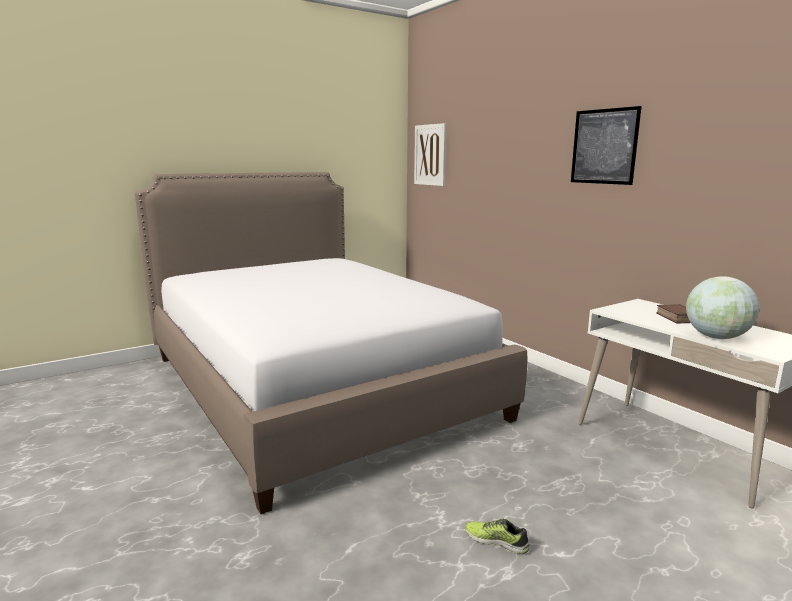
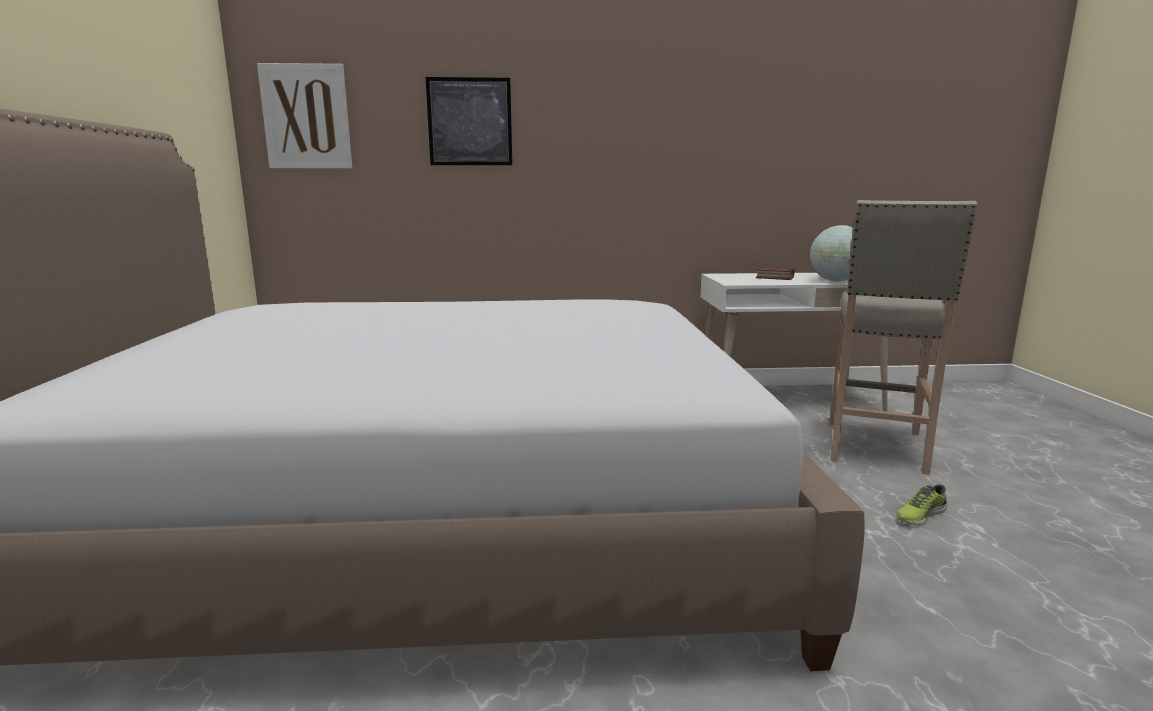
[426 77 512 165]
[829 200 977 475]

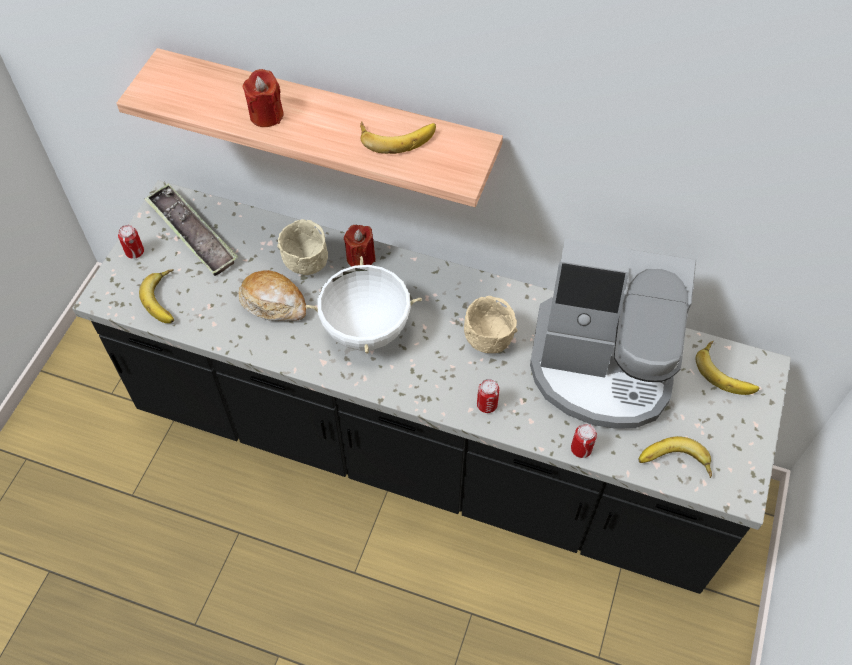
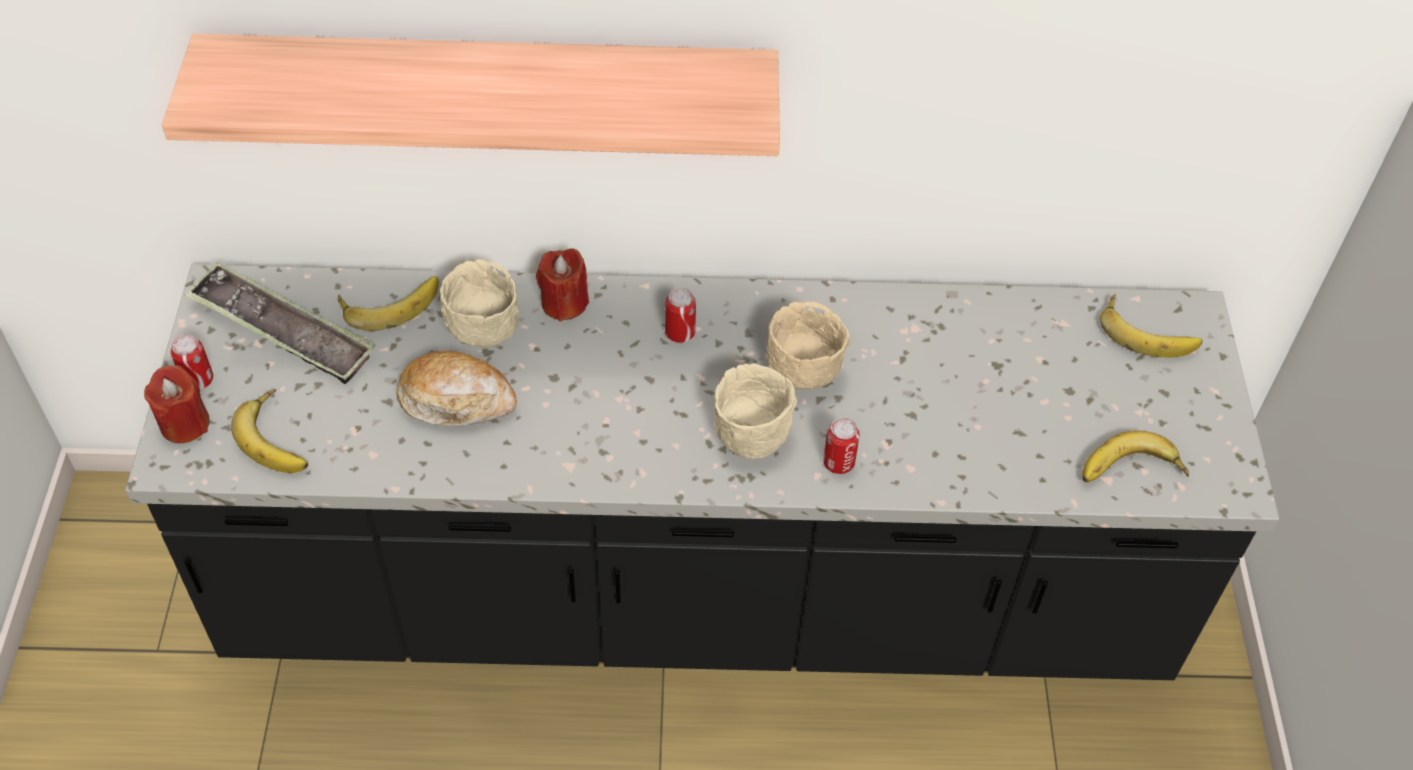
[144 365 210 443]
[338 276 439 331]
[530 239 696 429] (first image)
[305 256 422 354] (first image)
[665 288 696 343]
[715 363 797 459]

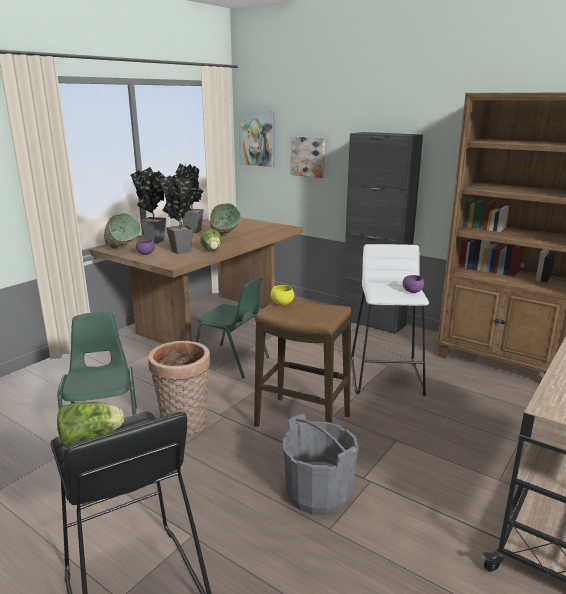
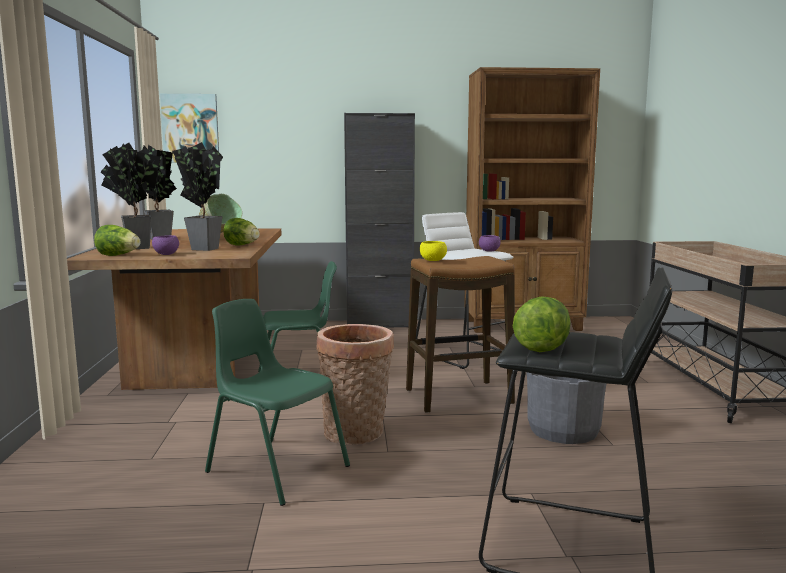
[291 136 325 178] (first image)
[94 225 141 256]

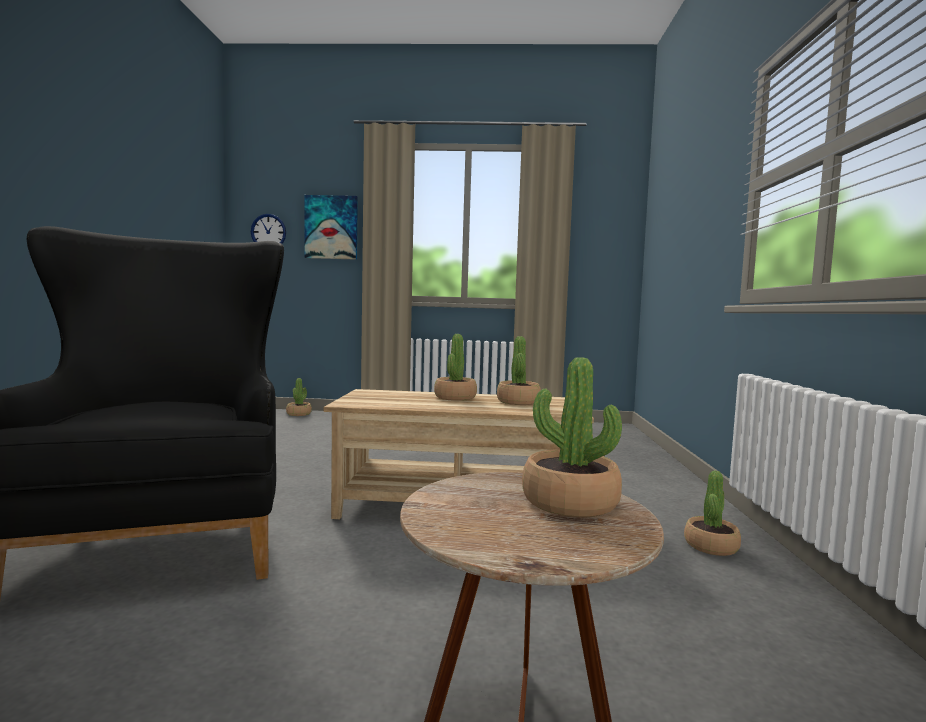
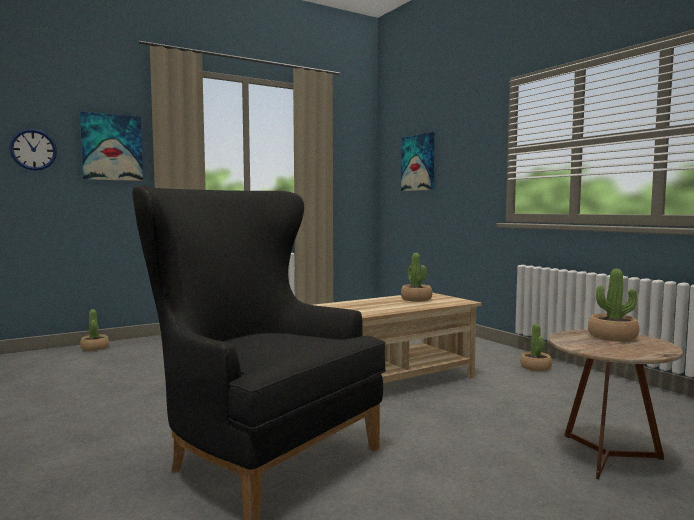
[434 334 477 401] (first image)
[401 132 435 191]

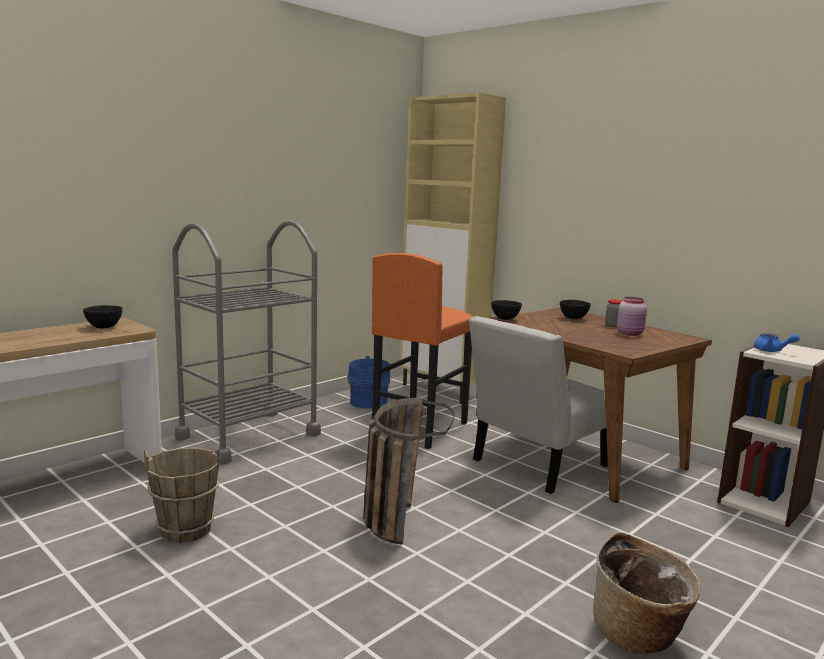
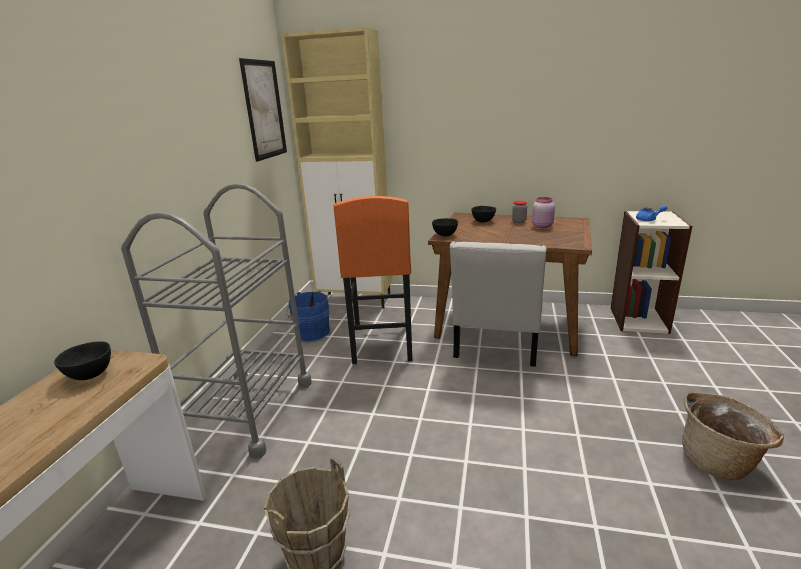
[363 398 454 545] (first image)
[239 58 287 161]

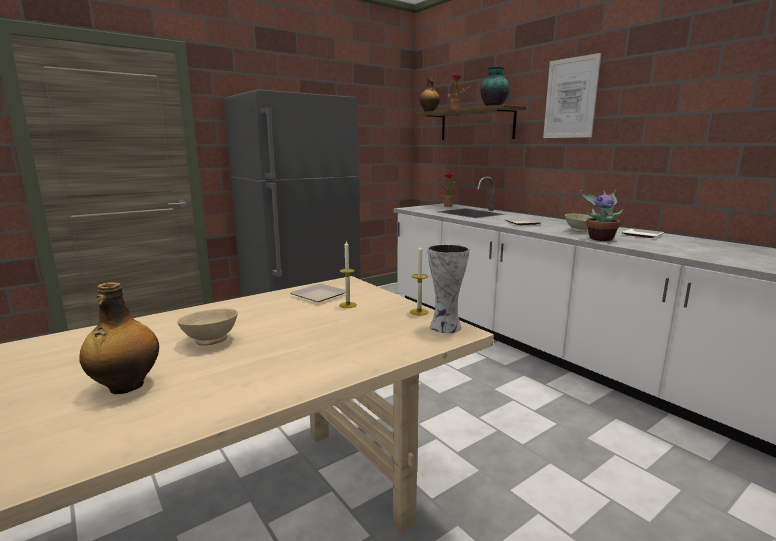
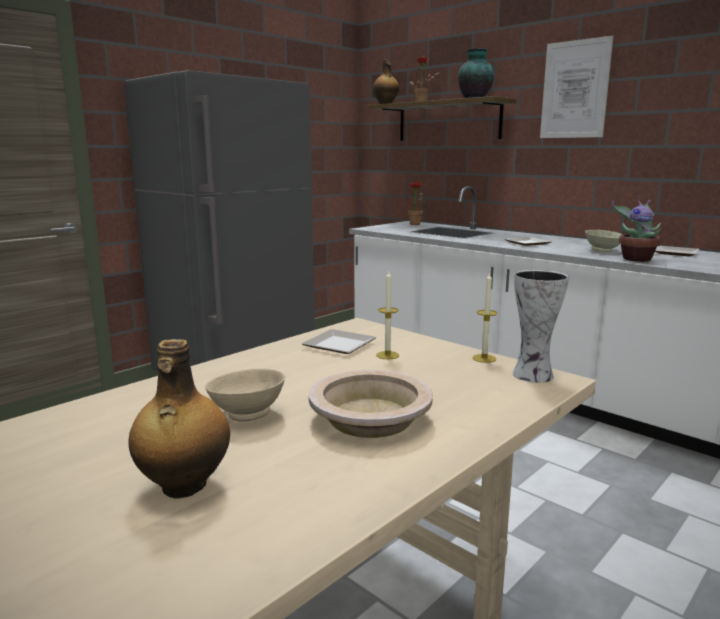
[309 370 433 438]

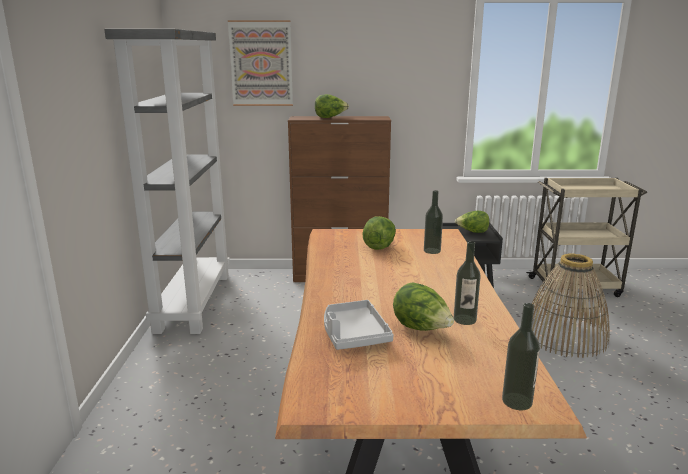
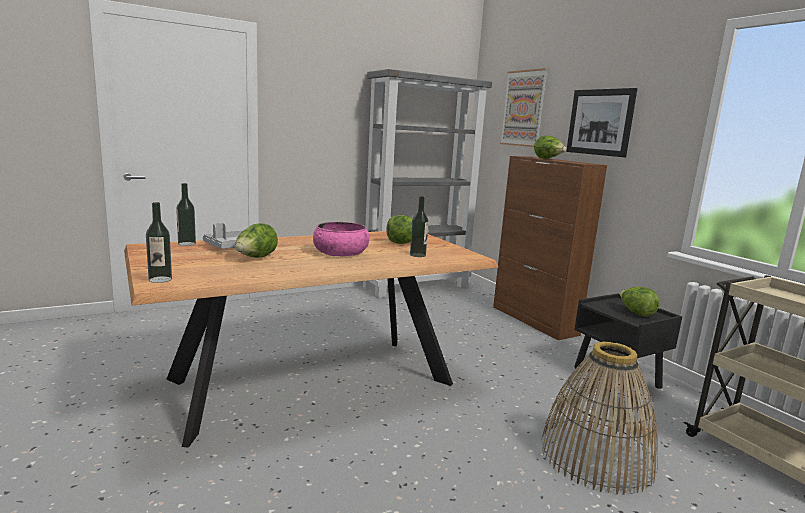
[176 183 196 246]
[566 88 637 157]
[313 222 369 257]

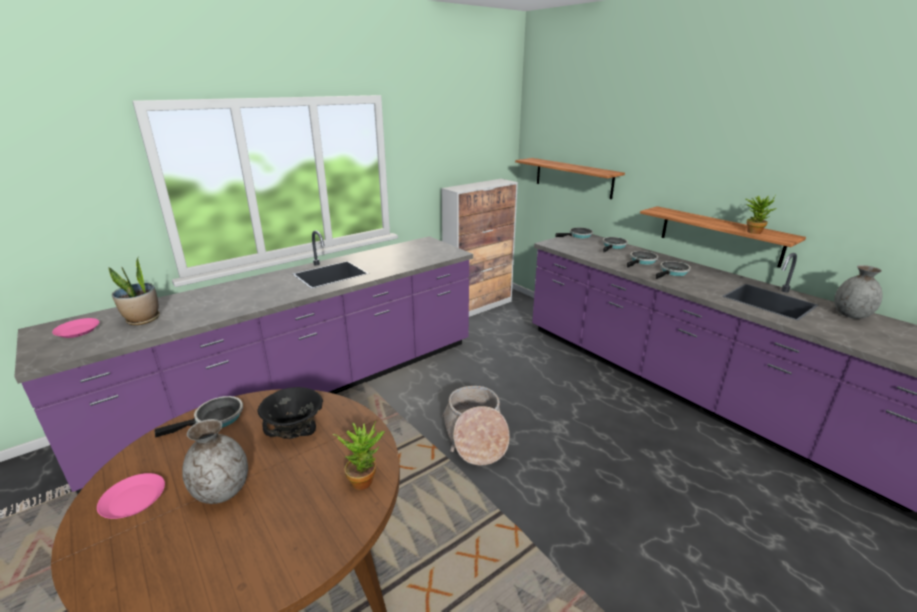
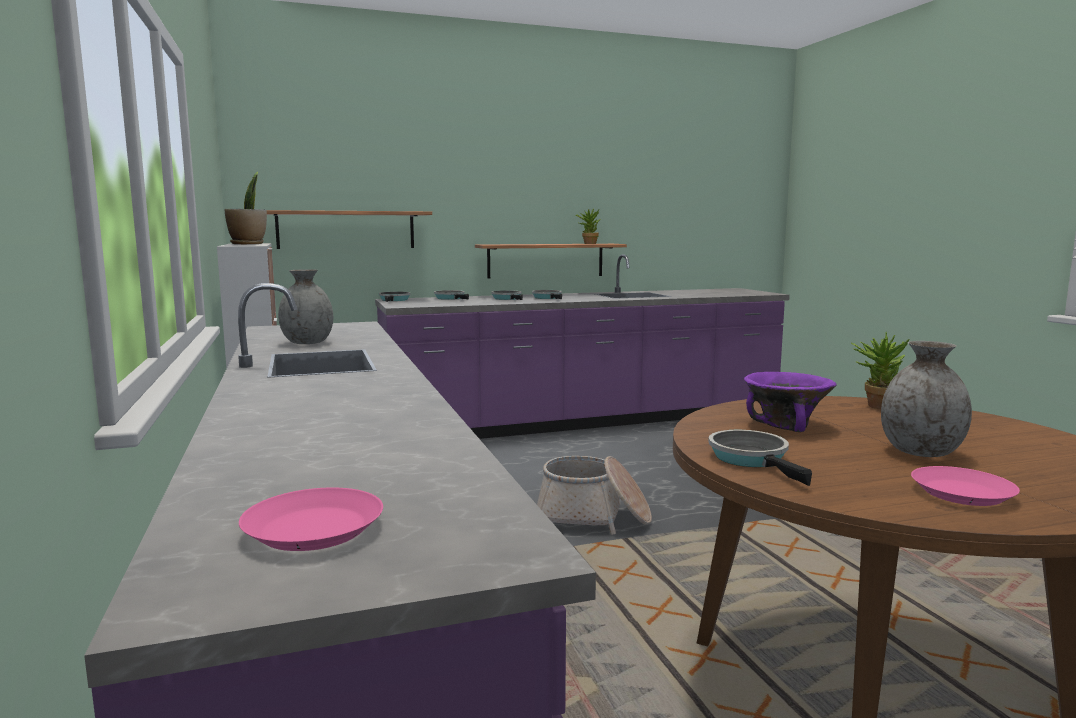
[224 172 267 244]
[278 269 333 344]
[744 372 837 432]

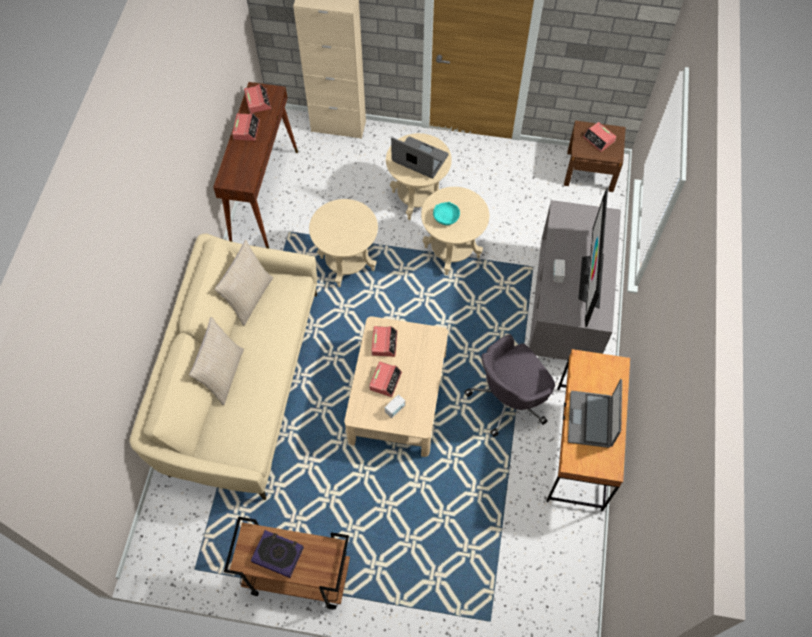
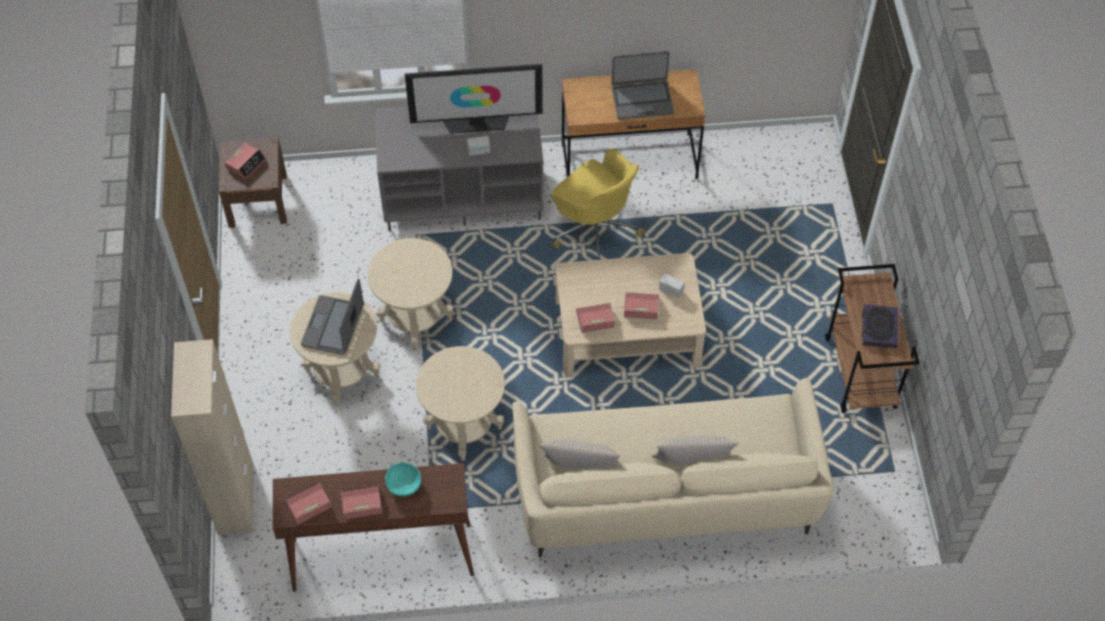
[385 462 421 496]
[551 148 645 260]

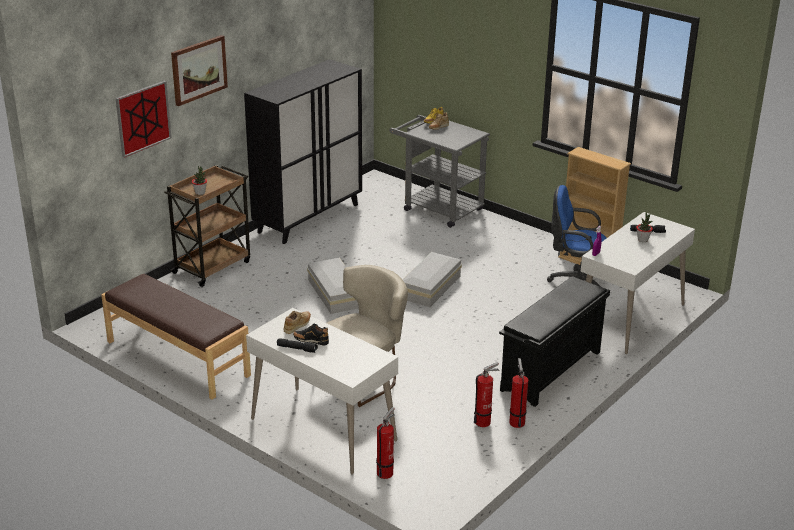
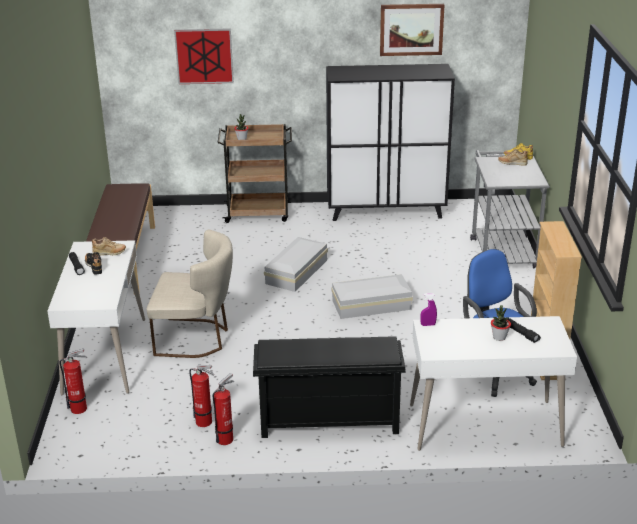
[380 4 445 56]

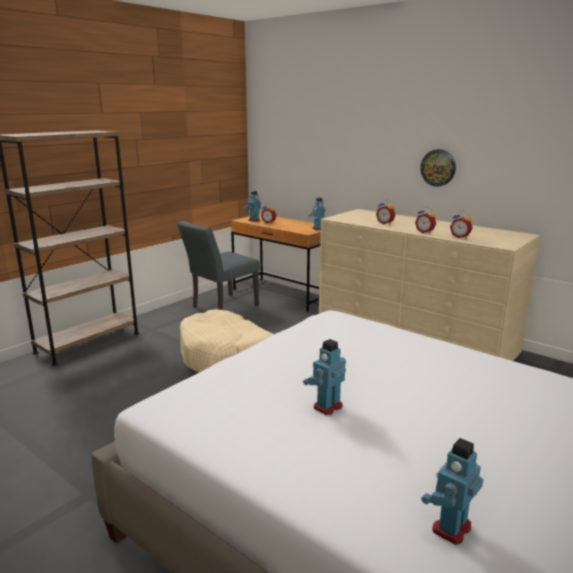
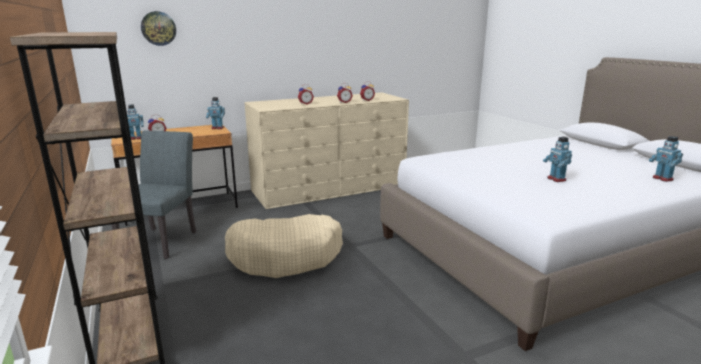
[141 11 176 46]
[111 130 196 259]

